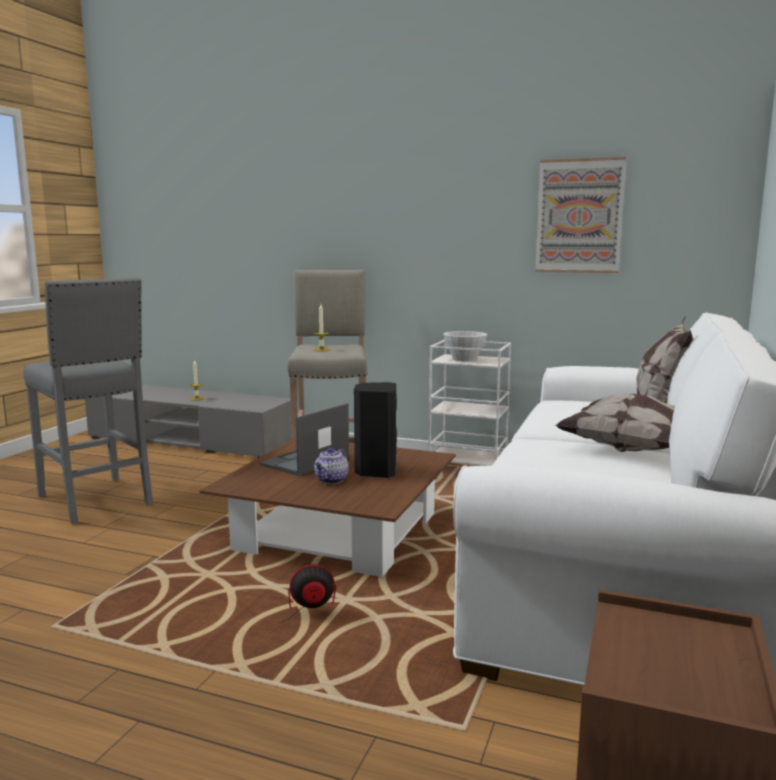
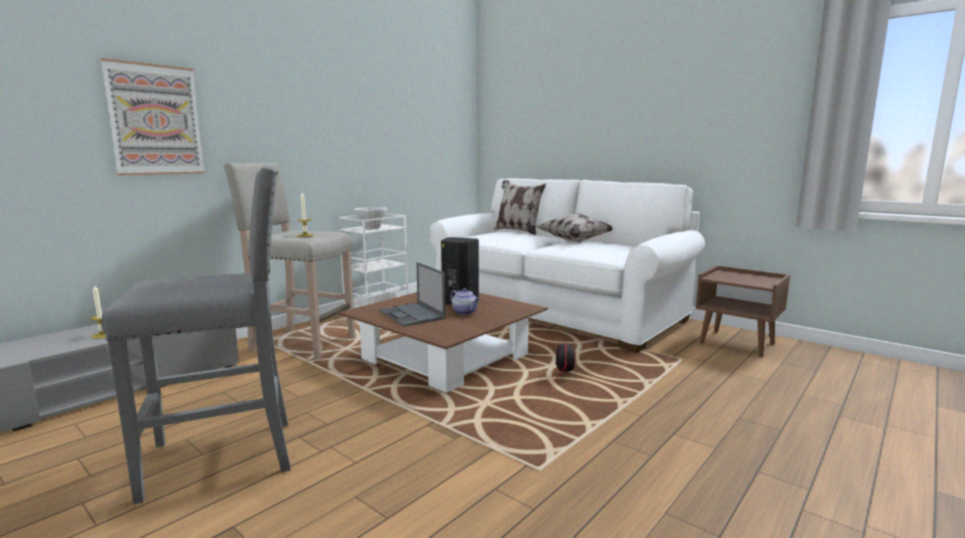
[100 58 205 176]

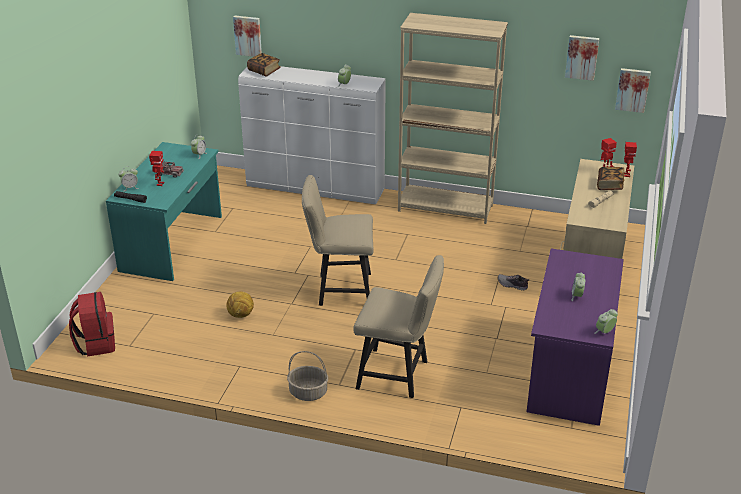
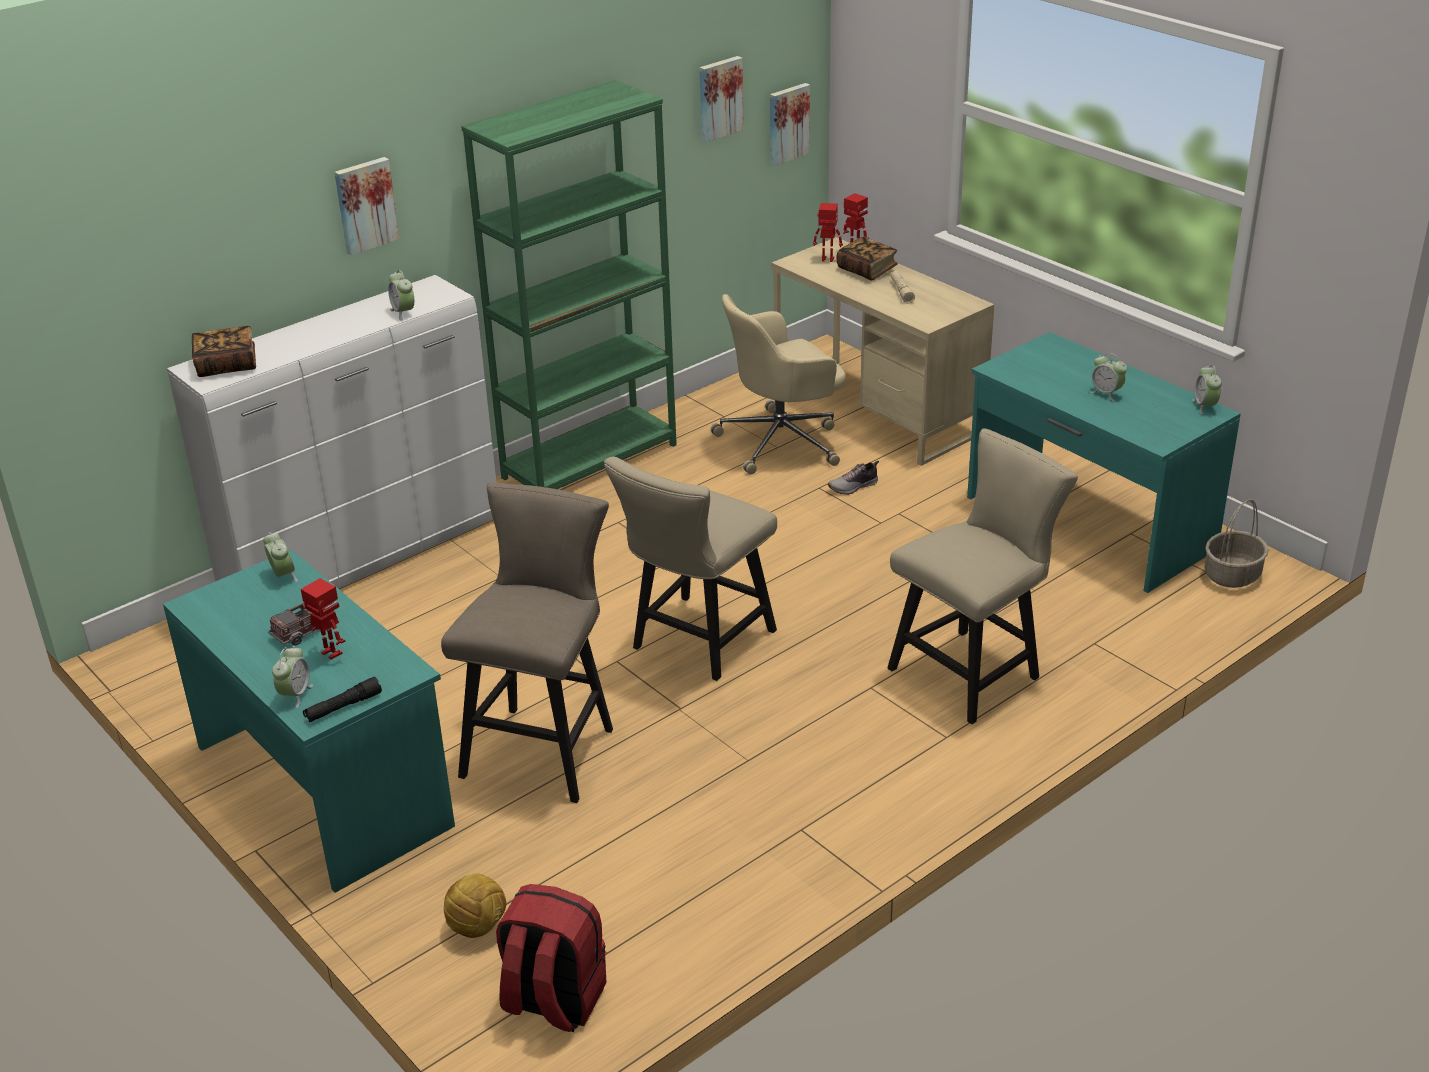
[461 80 677 489]
[334 157 400 255]
[967 332 1241 593]
[444 873 506 938]
[1205 499 1268 588]
[711 294 846 475]
[441 482 613 803]

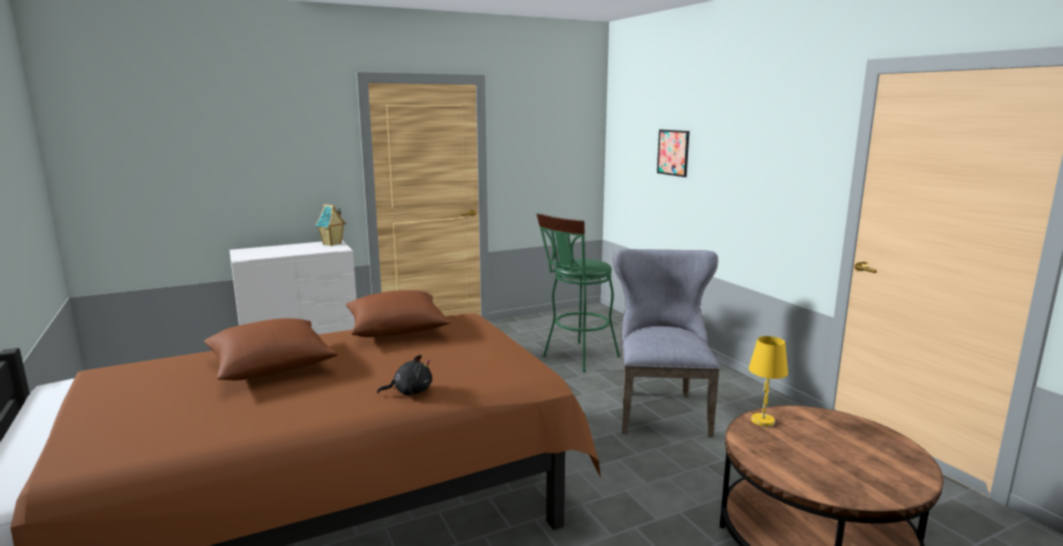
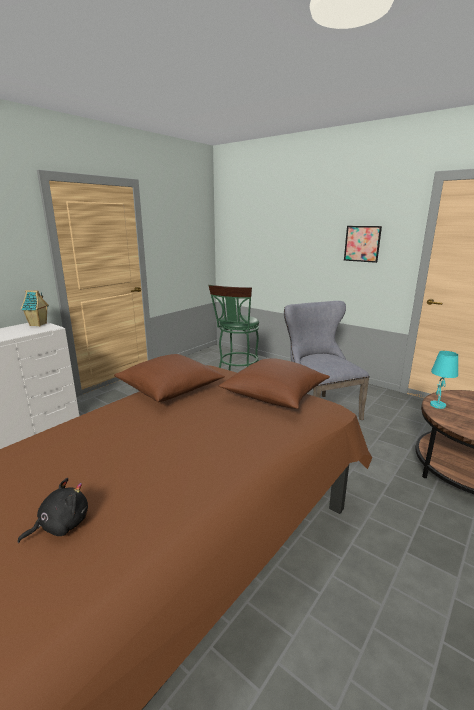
[344 226 382 263]
[219 358 330 409]
[430 351 458 409]
[17 478 88 543]

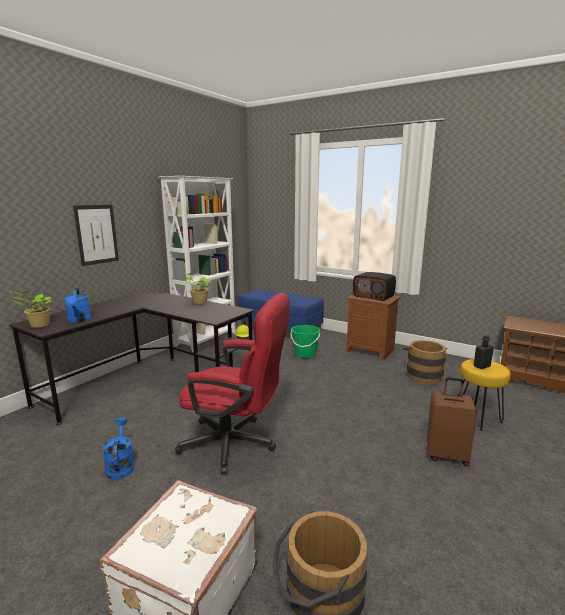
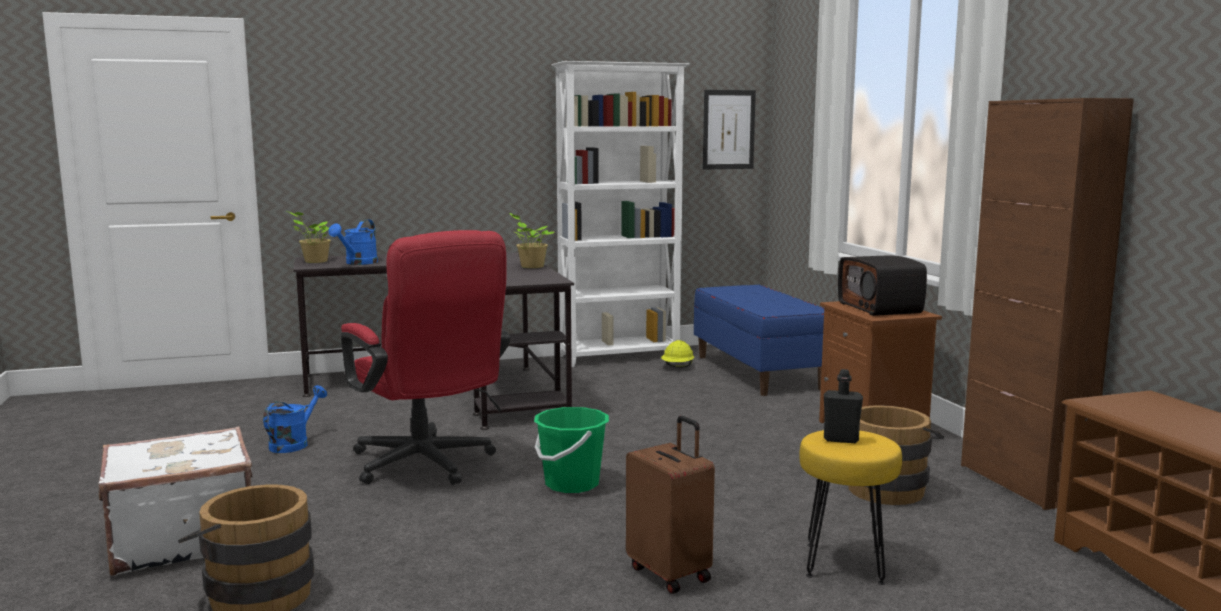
[703 90 756 170]
[534 407 609 493]
[961 98 1134 510]

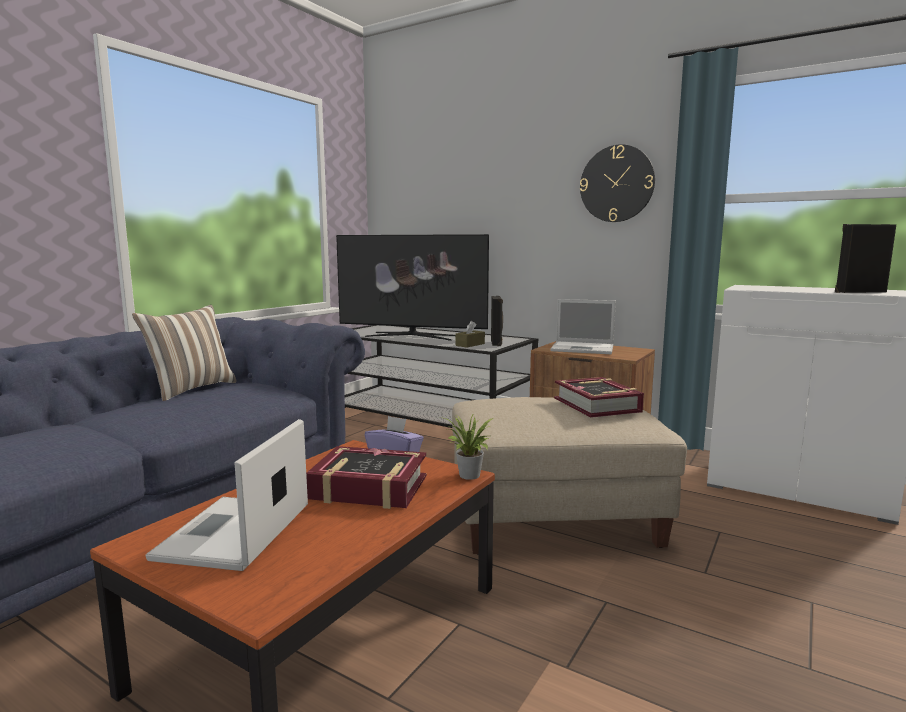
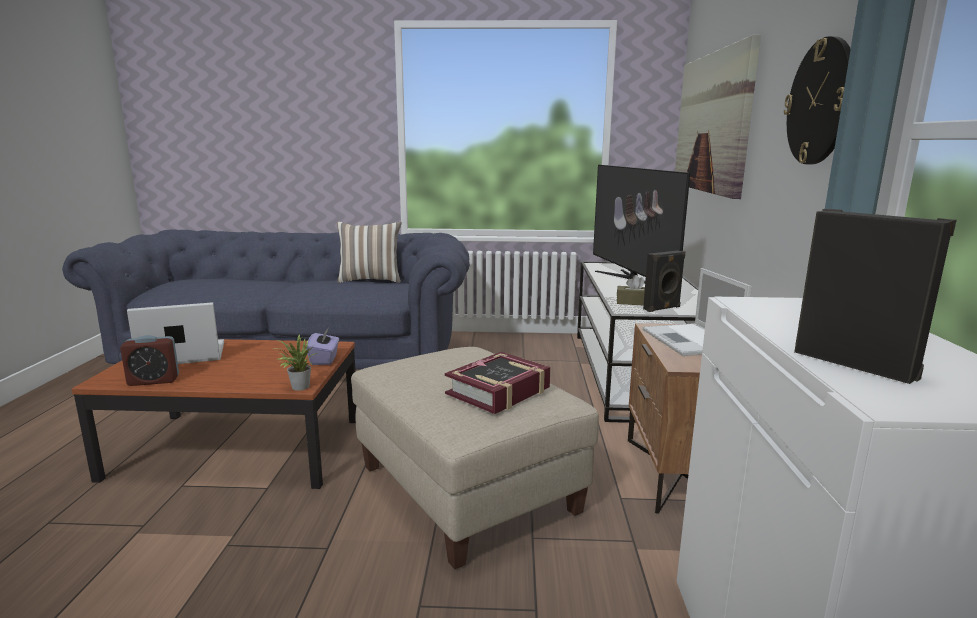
[306 446 427 509] (first image)
[675 35 761 199]
[120 335 179 386]

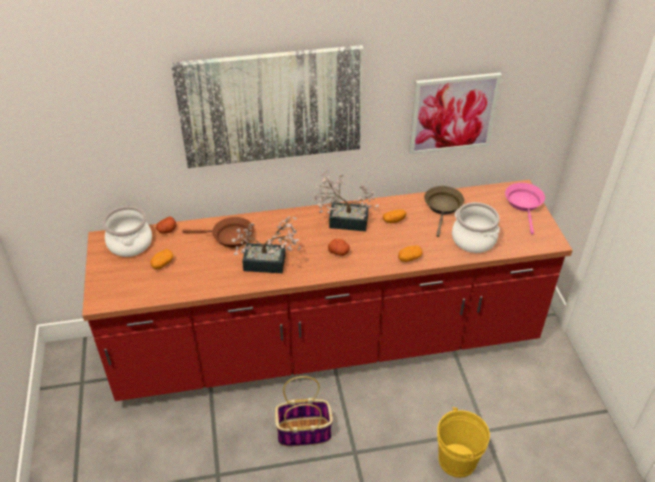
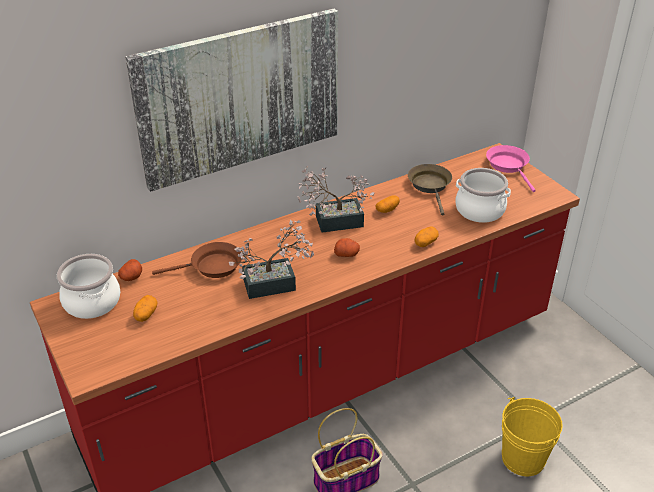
[409 73 502 155] (first image)

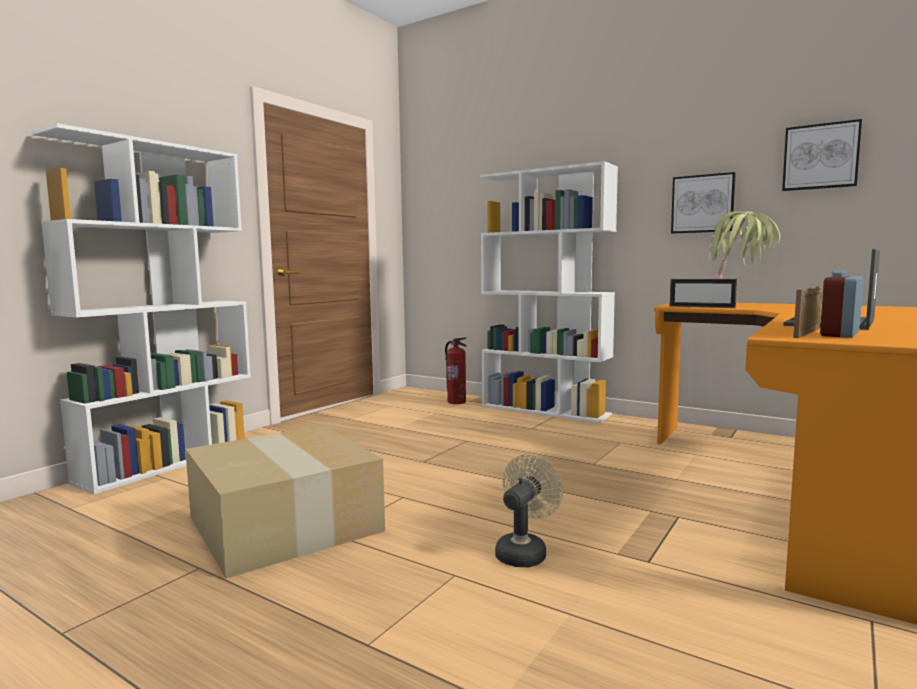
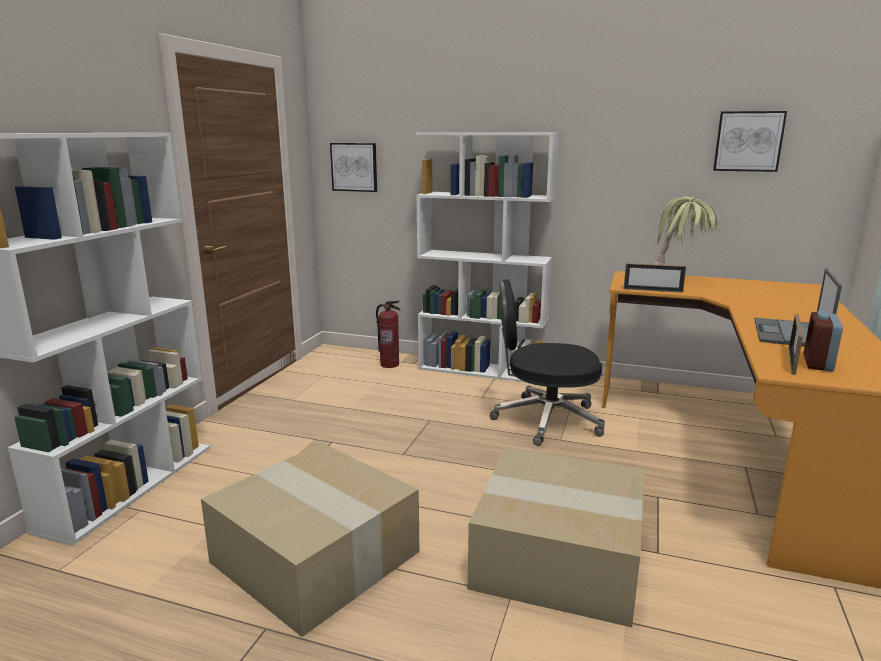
[330 143 377 192]
[468 447 644 627]
[490 279 605 446]

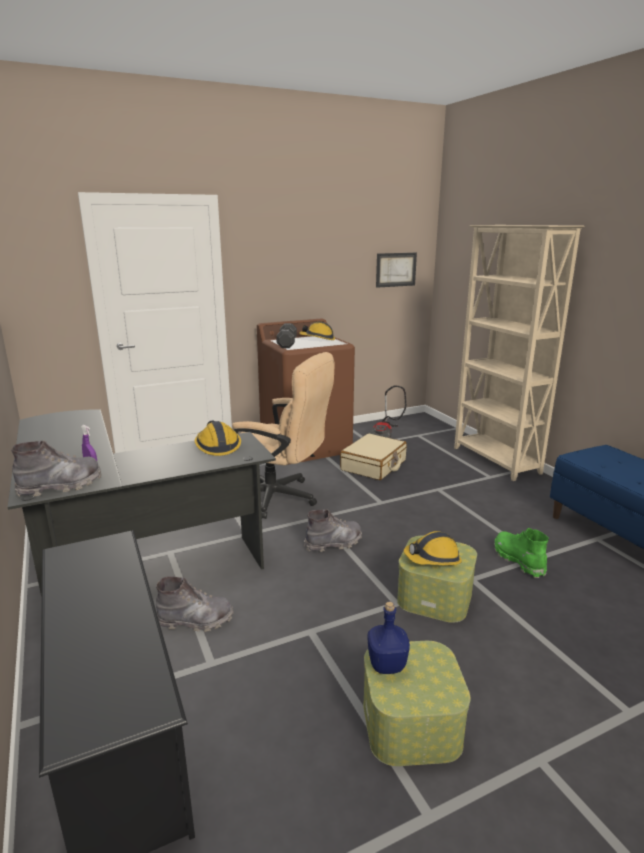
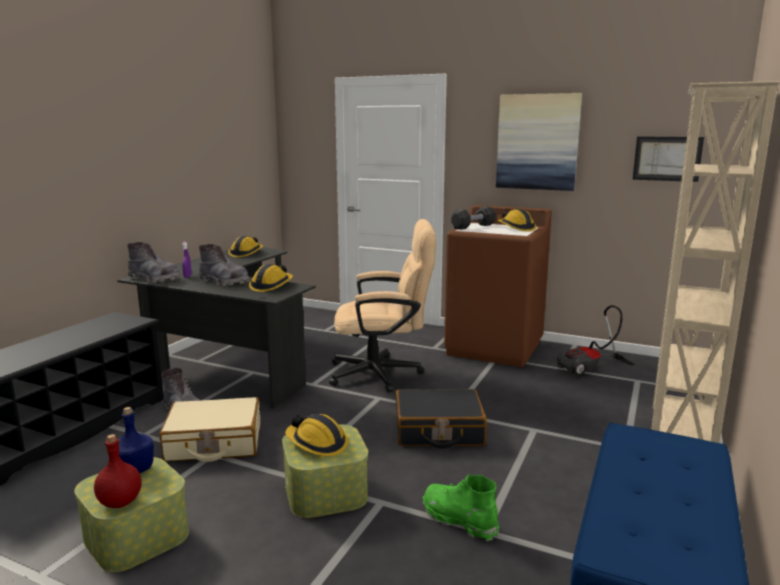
[329 219 436 392]
[159 397 260 462]
[199 244 249 286]
[423 475 499 541]
[496 93 582 191]
[228 236 263 257]
[396 389 487 449]
[94 434 141 508]

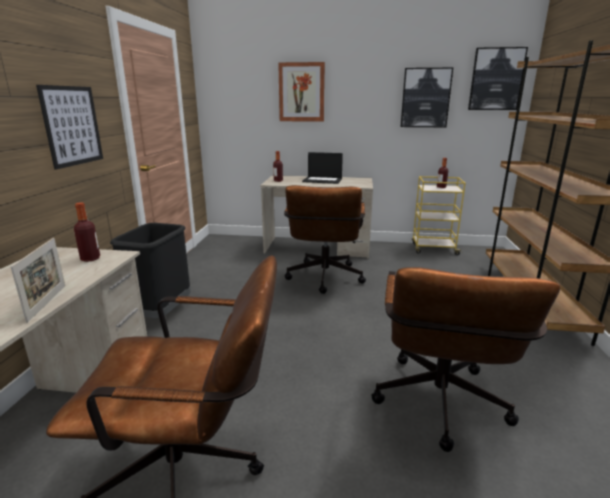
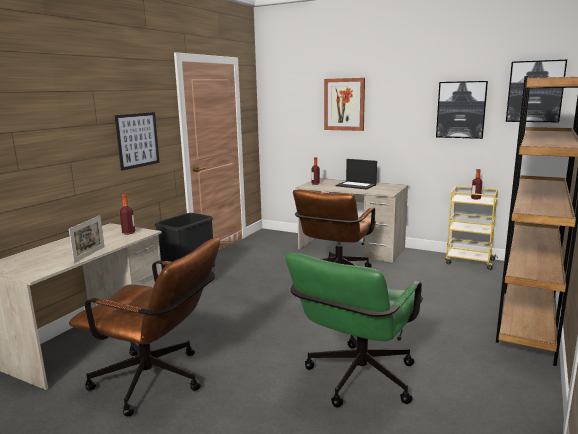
[285 253 423 408]

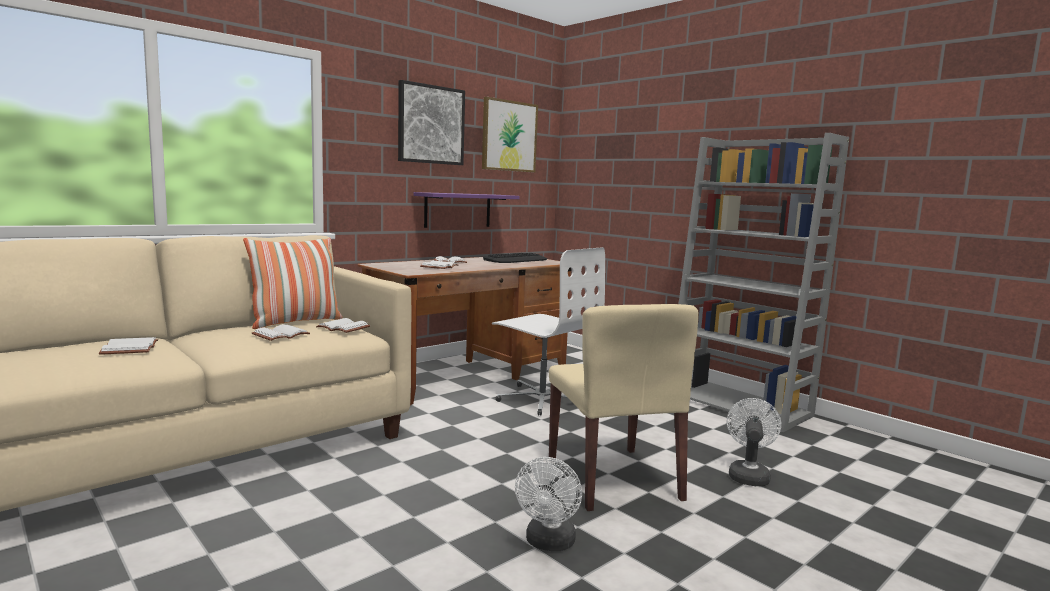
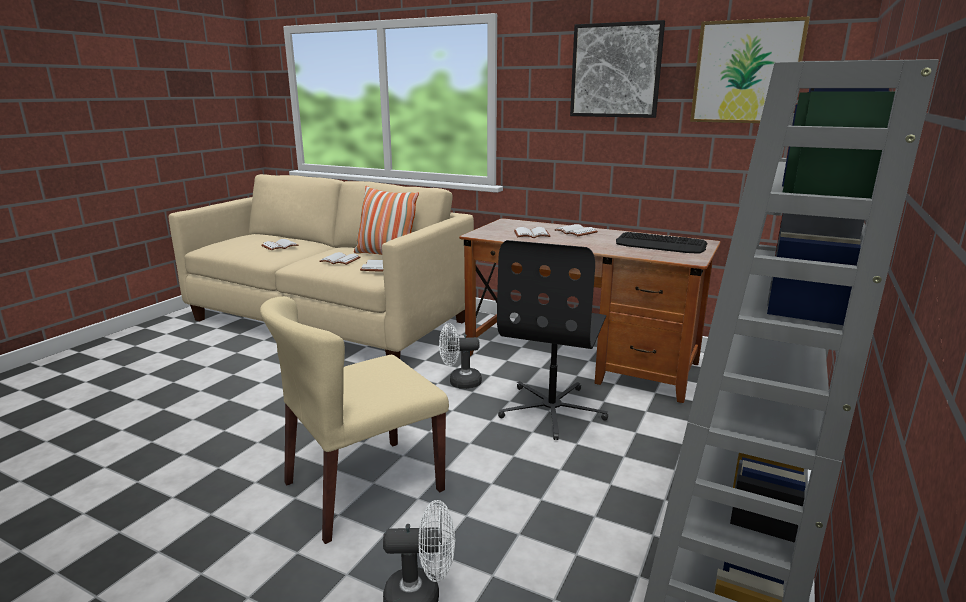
[413 192 520 228] (first image)
[497 240 608 440]
[439 323 482 389]

